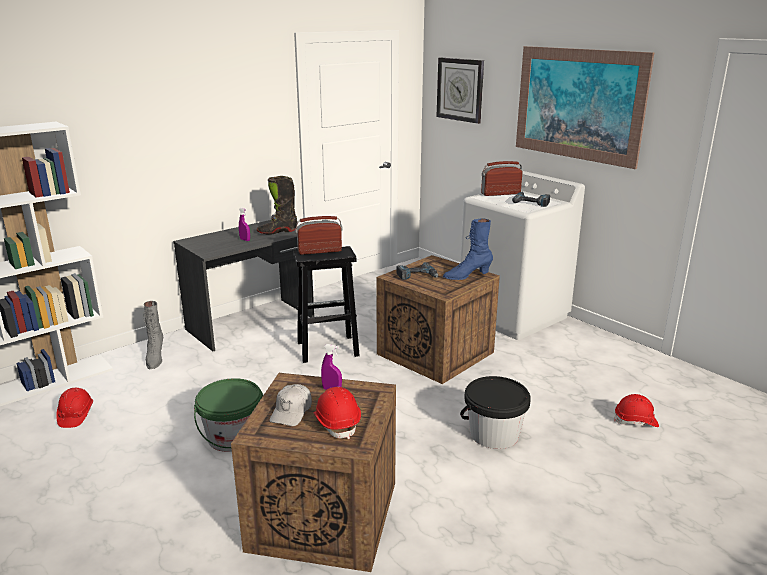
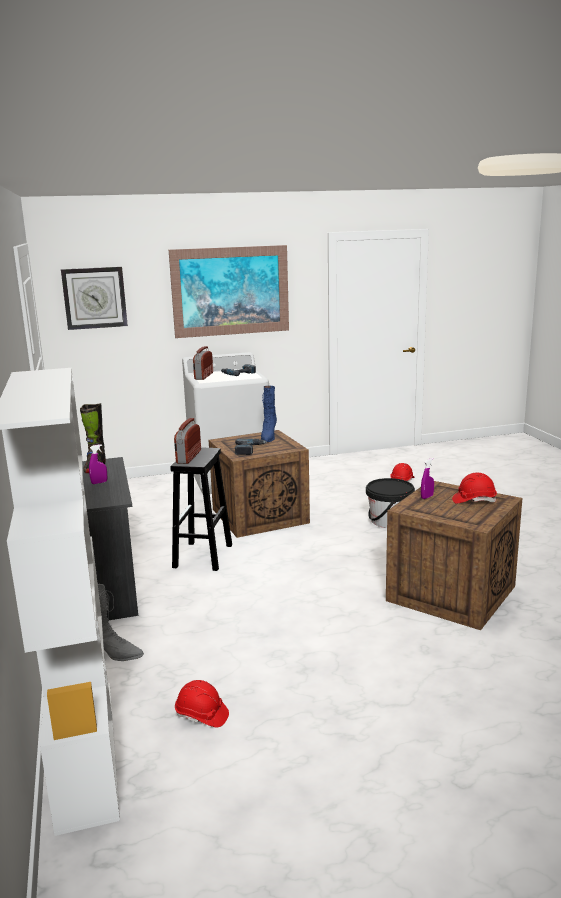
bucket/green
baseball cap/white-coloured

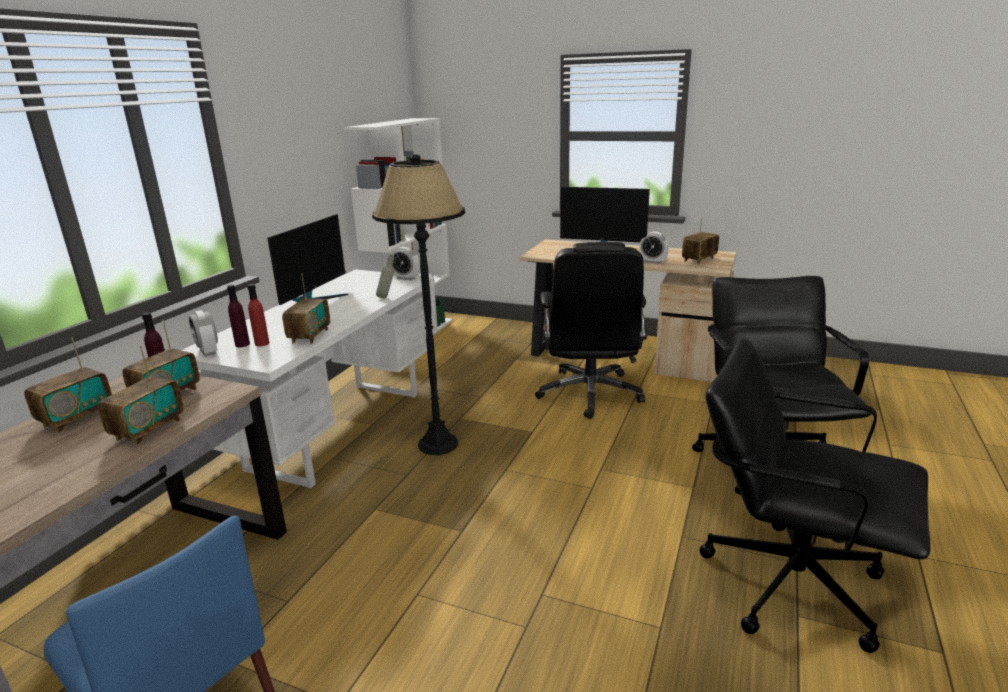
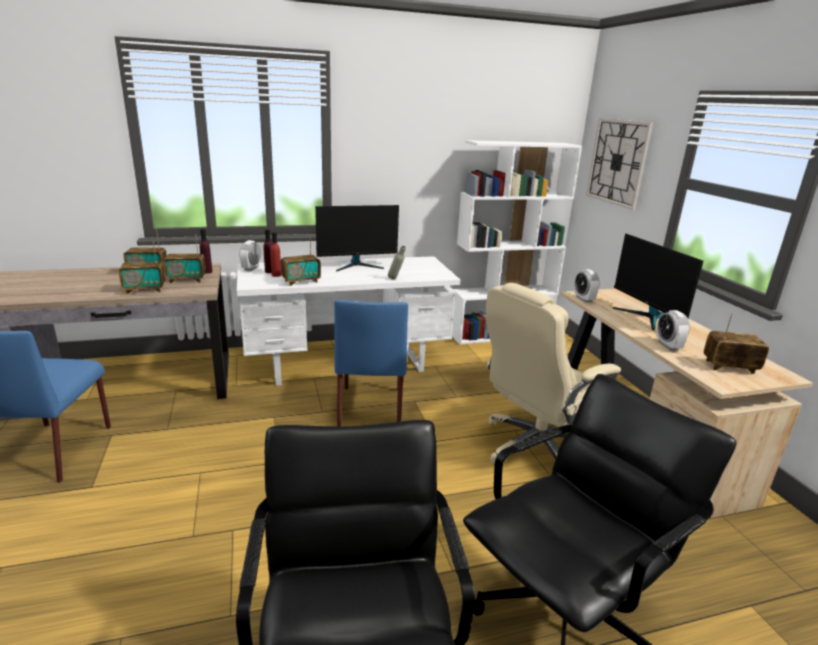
upright chair/blue-coloured (no. 2 from left)
table clock (no. 2 from left)
desk chair/beige-coloured
hanging clock

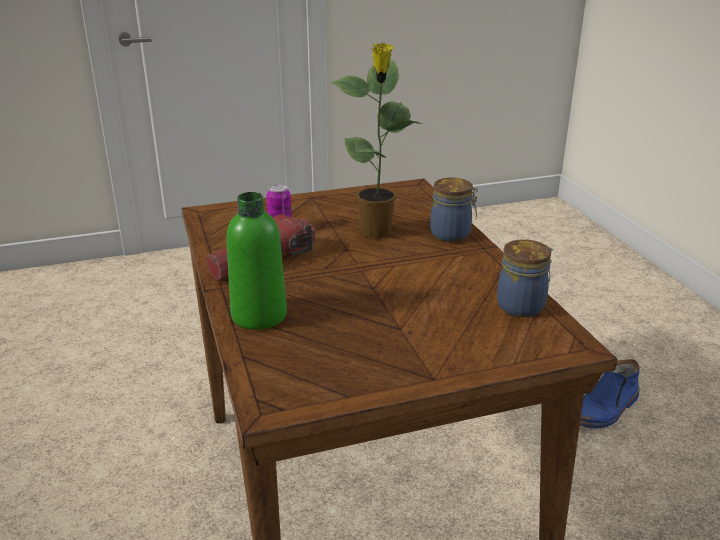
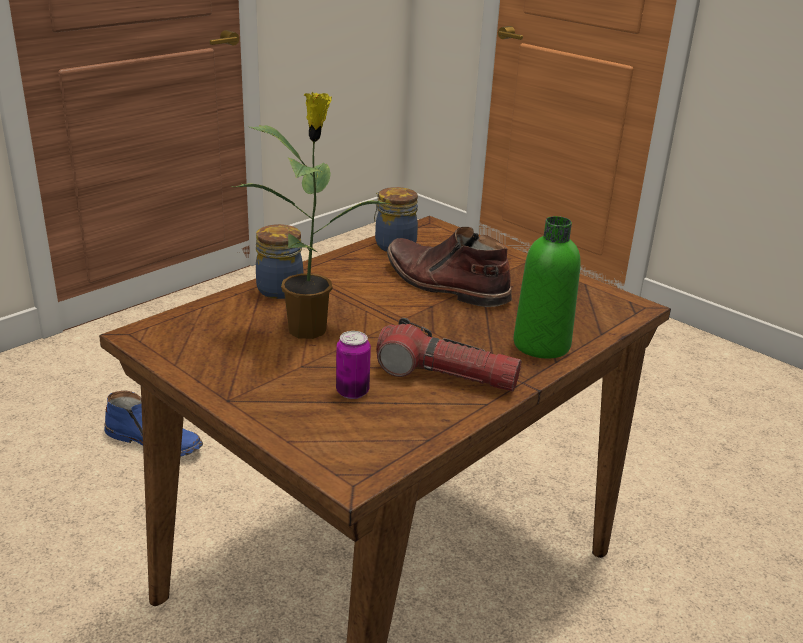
high-top boot/brown

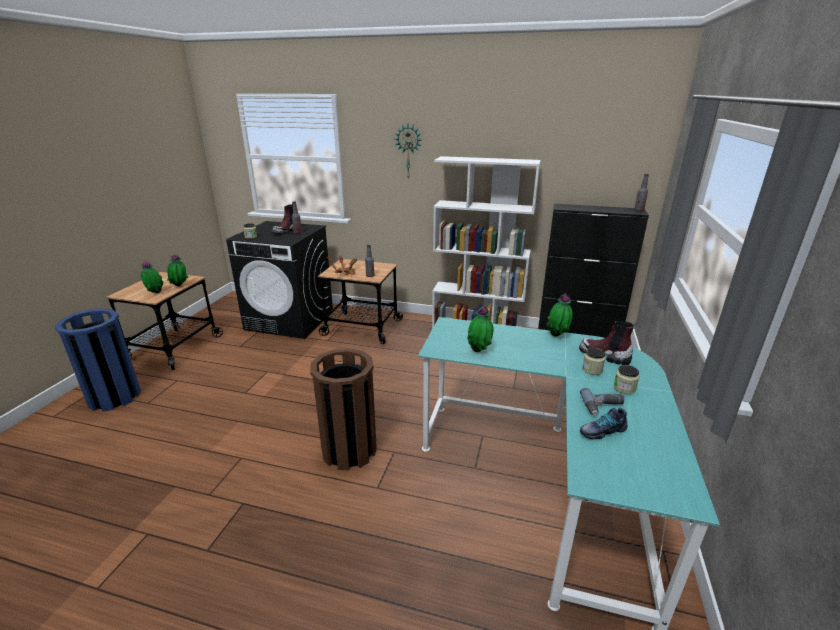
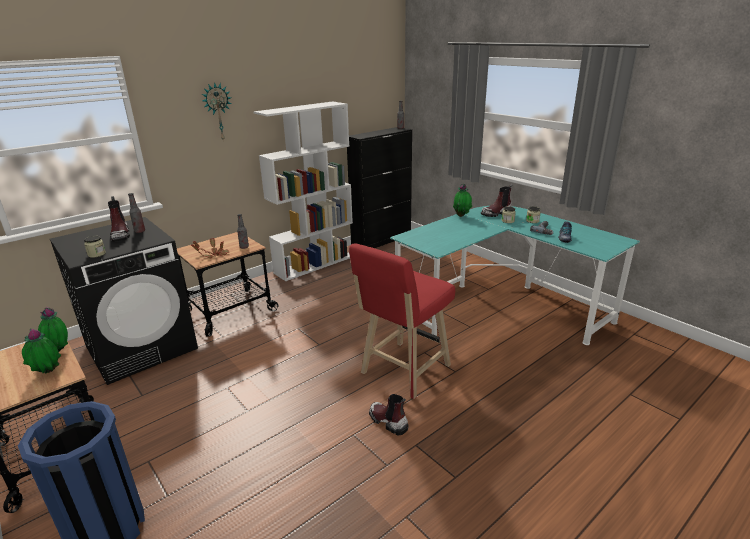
sitting stool/red-coloured
plant in a pot (no. 4 from left in the first image)
high-top boot (no. 2 from left)

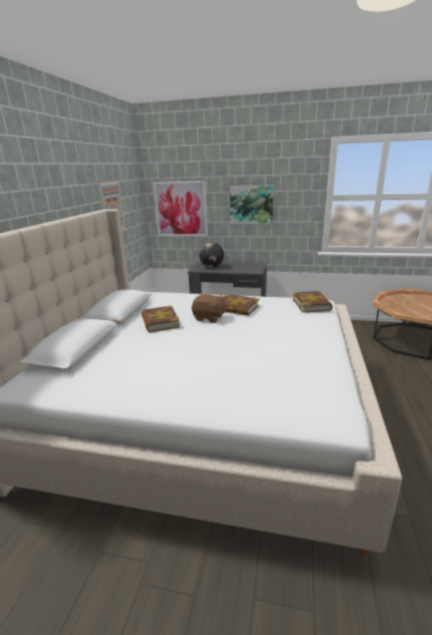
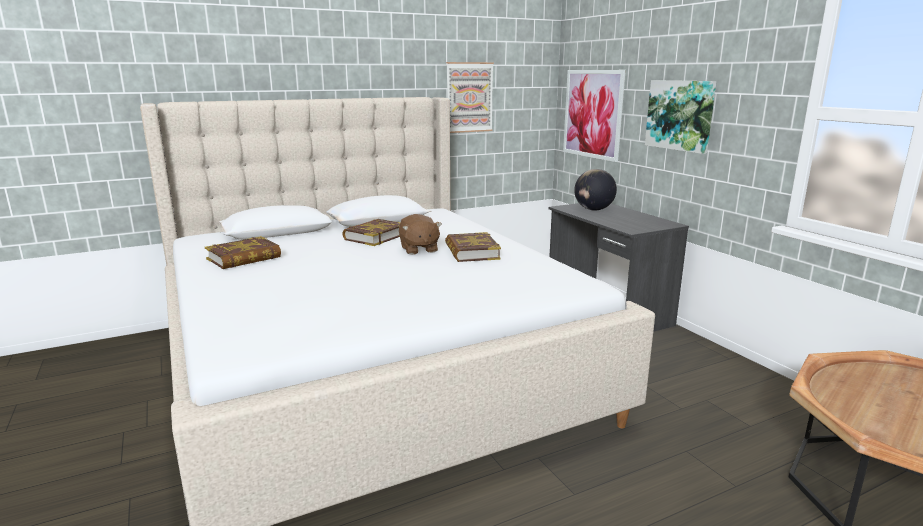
book (no. 1 from left)

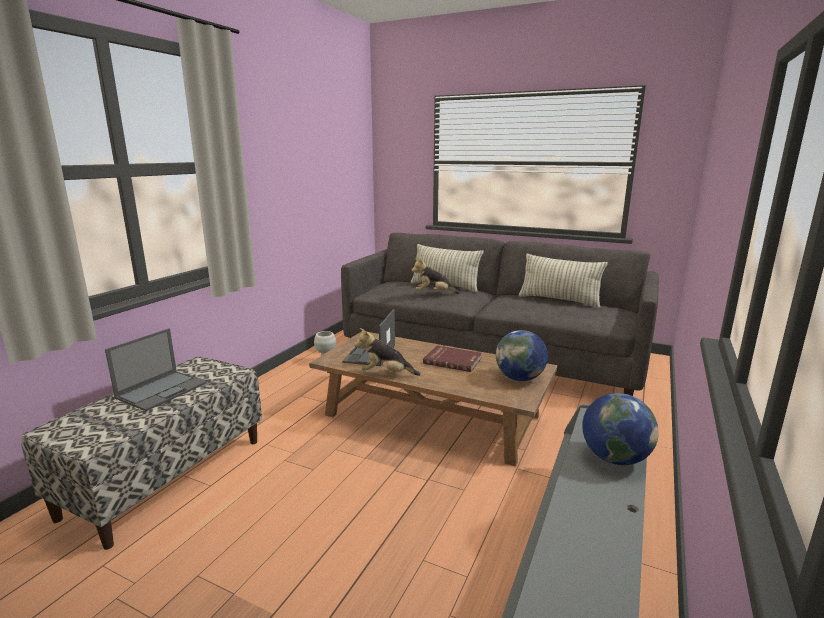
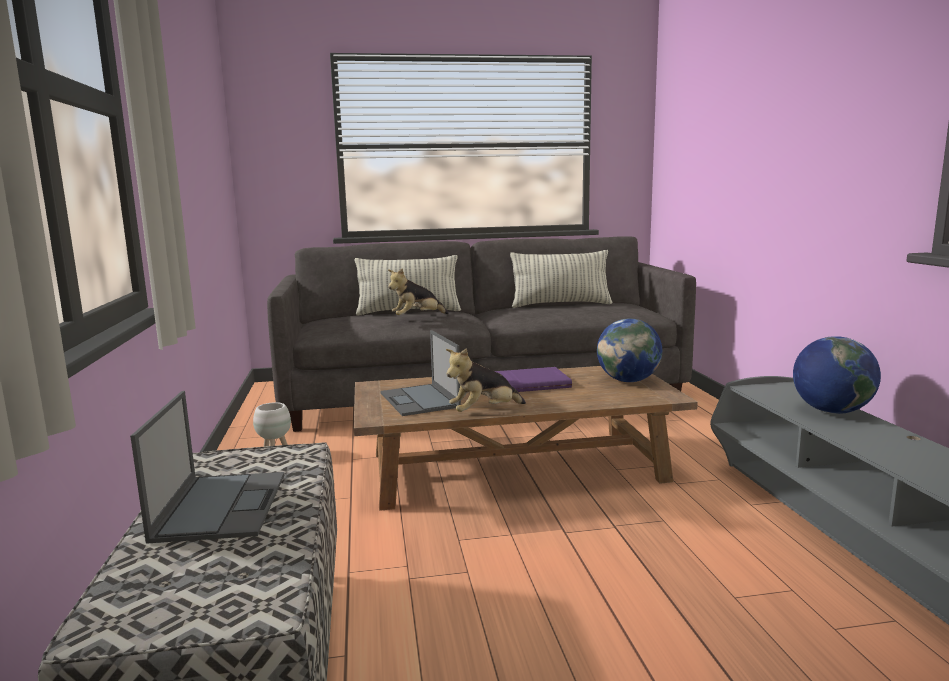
book/purple

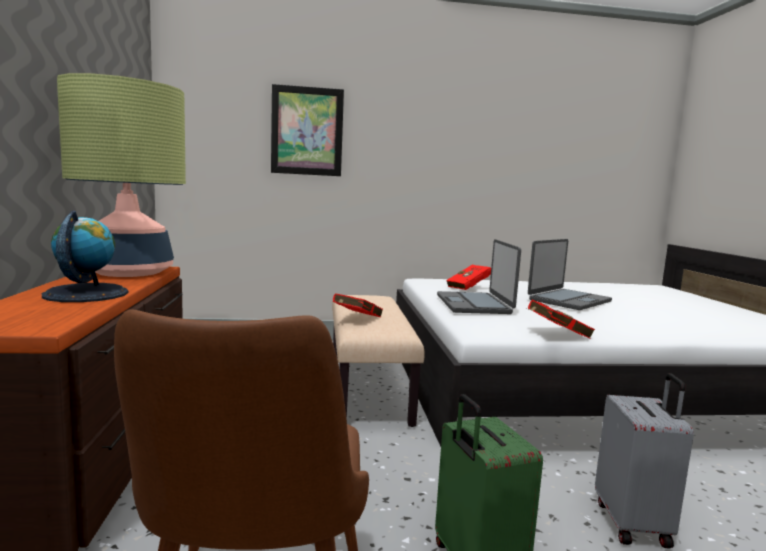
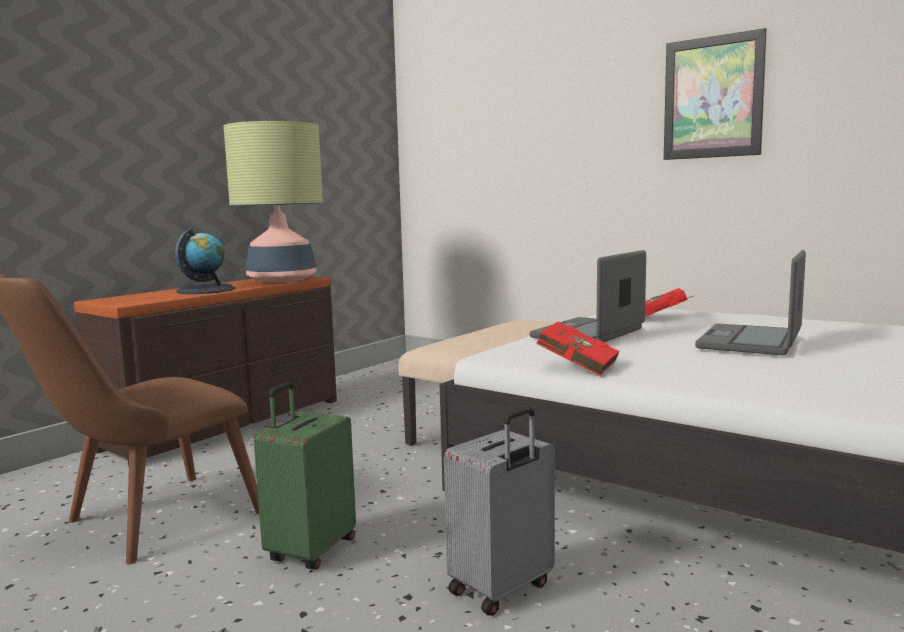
picture
book/red-coloured (no. 1 from left in the first image)
portable computer (no. 2 from left)

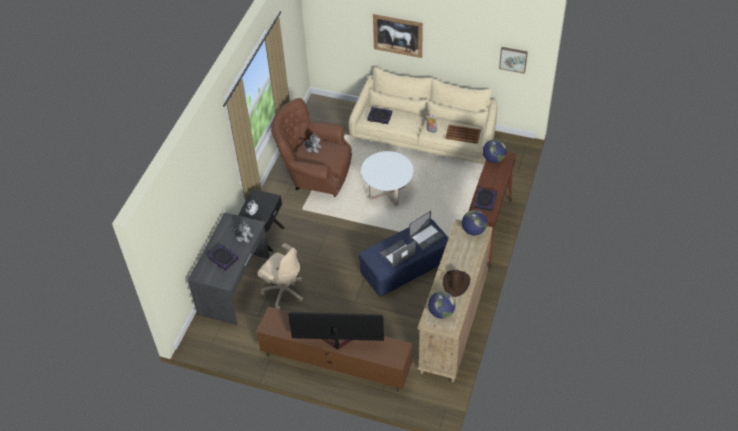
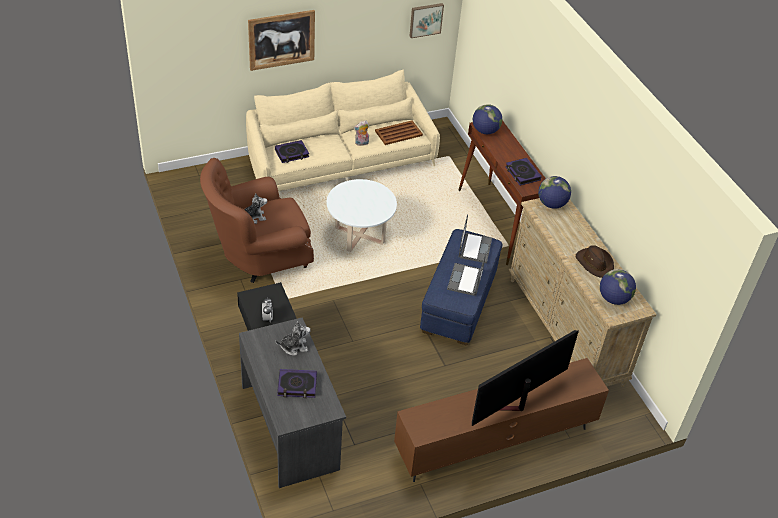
desk chair/beige-coloured

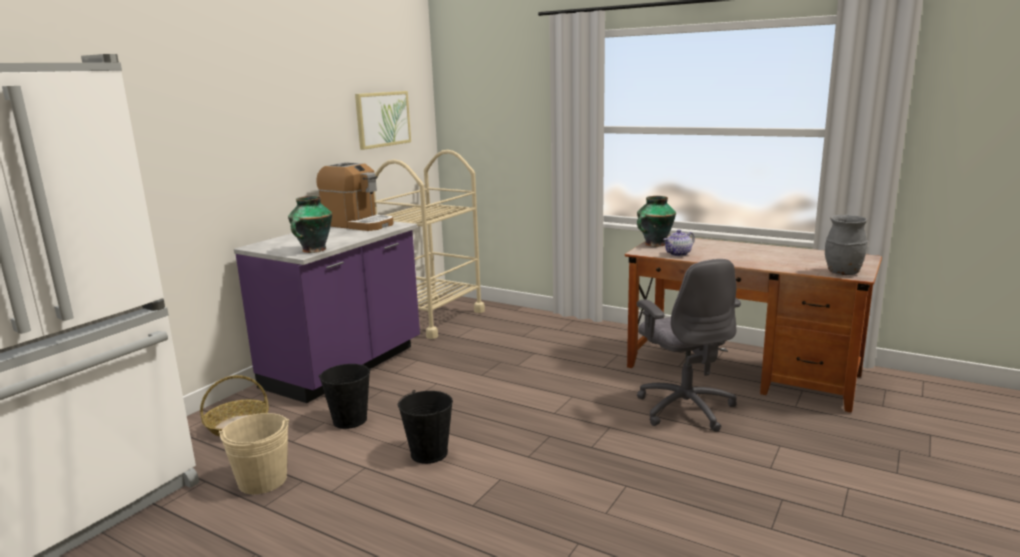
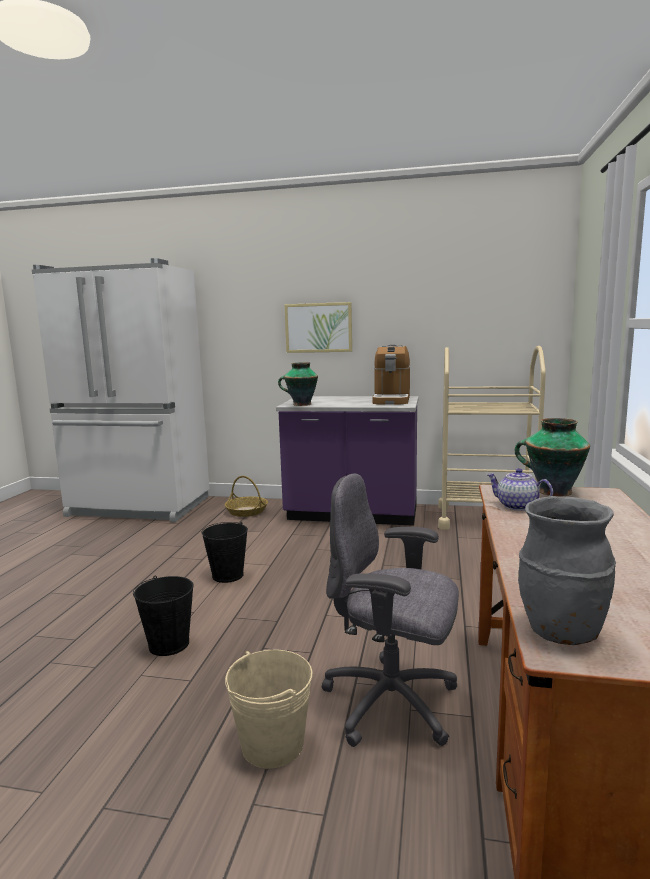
bucket/beige-coloured
bucket/blackish (no. 1 from left)
picture
desk chair/grey

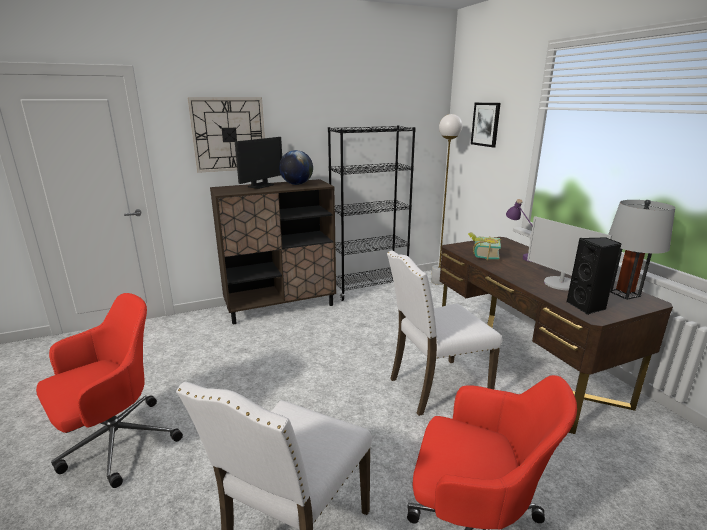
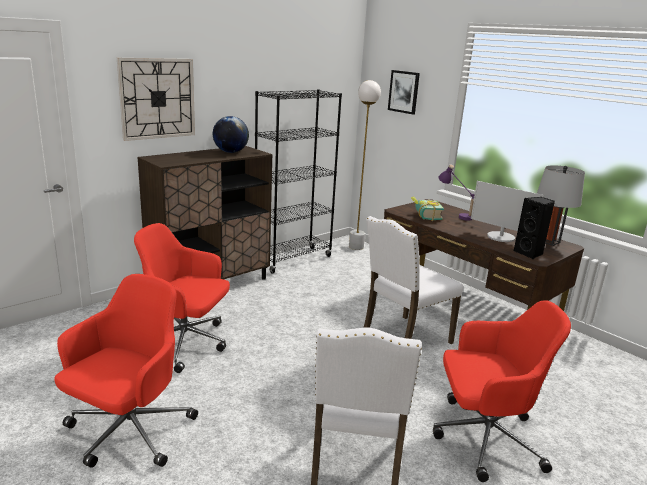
monitor (no. 1 from left in the first image)
desk chair/red-coloured (no. 2 from left)

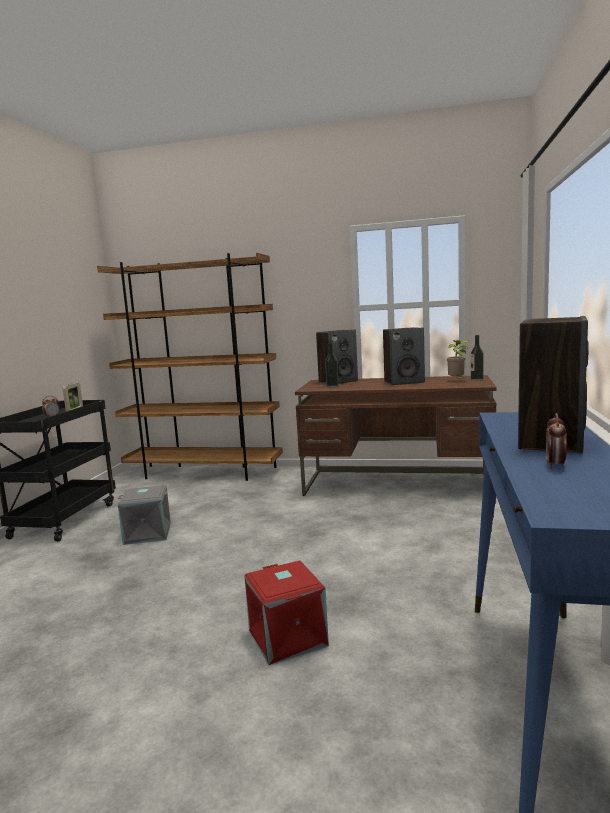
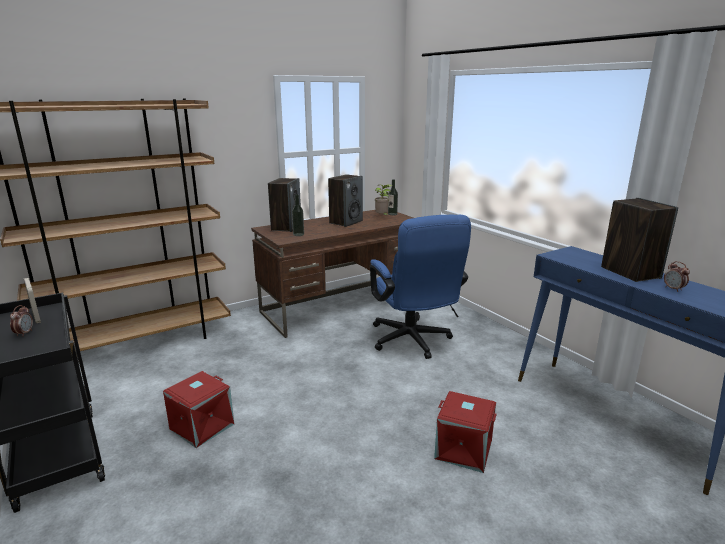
storage container/red-coloured (no. 1 from left)
desk chair/blue-coloured

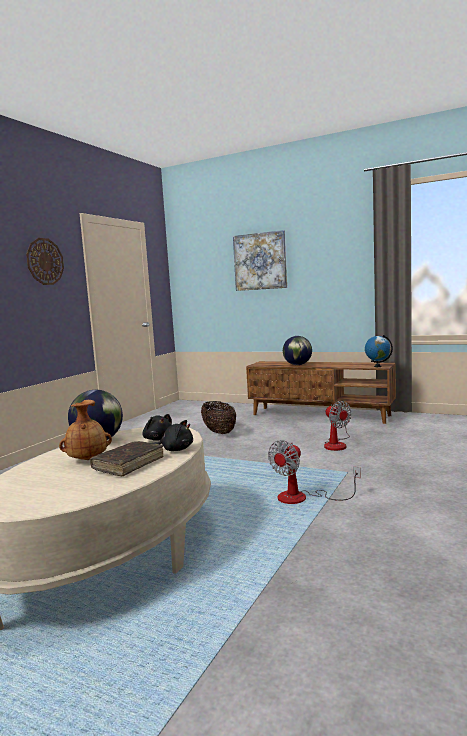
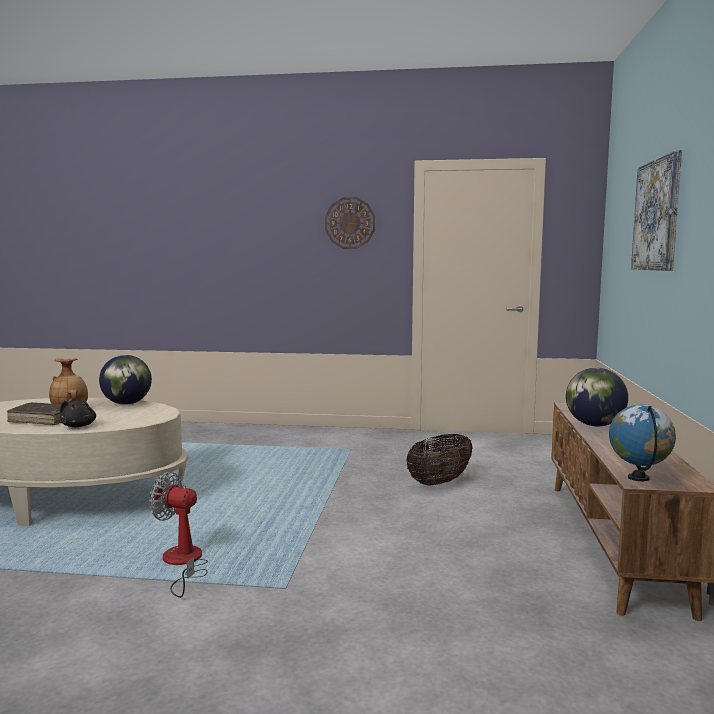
soft toy/blackish (no. 1 from left in the first image)
electric fan (no. 2 from left in the first image)

